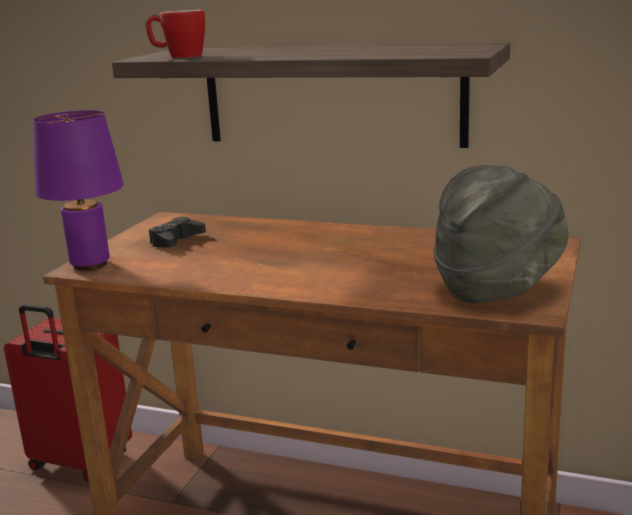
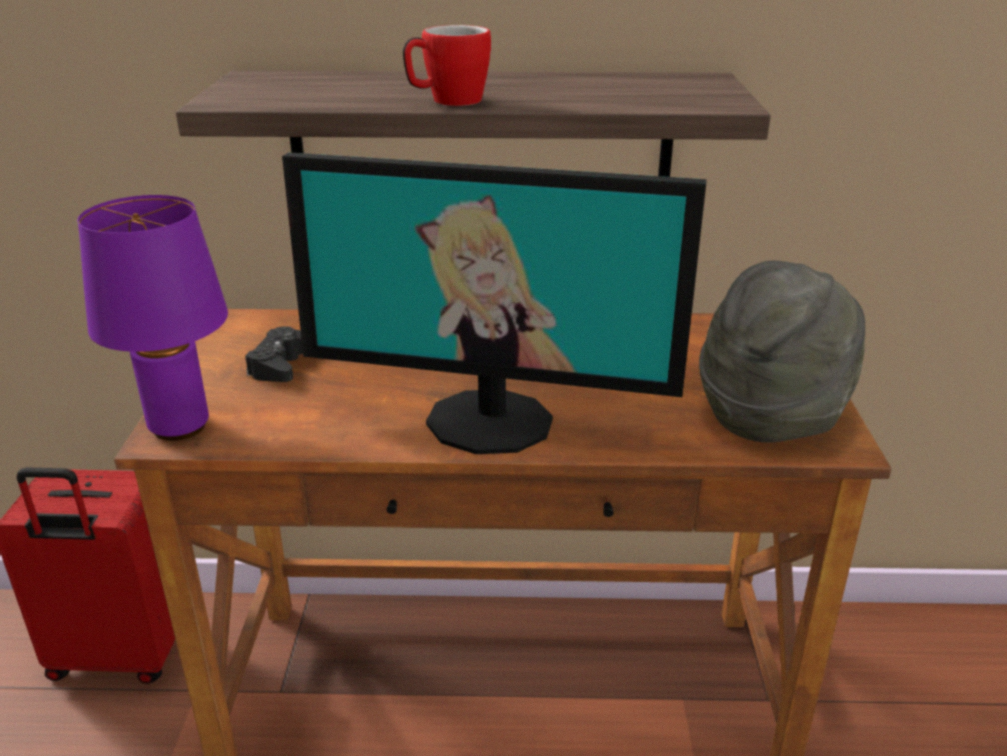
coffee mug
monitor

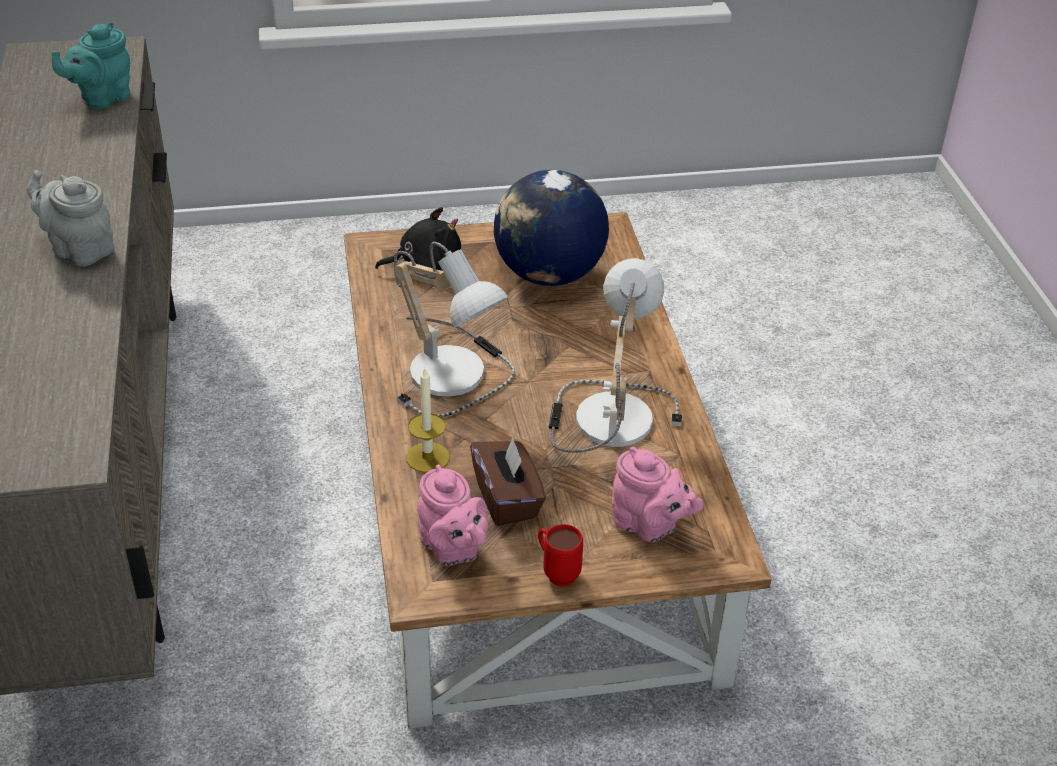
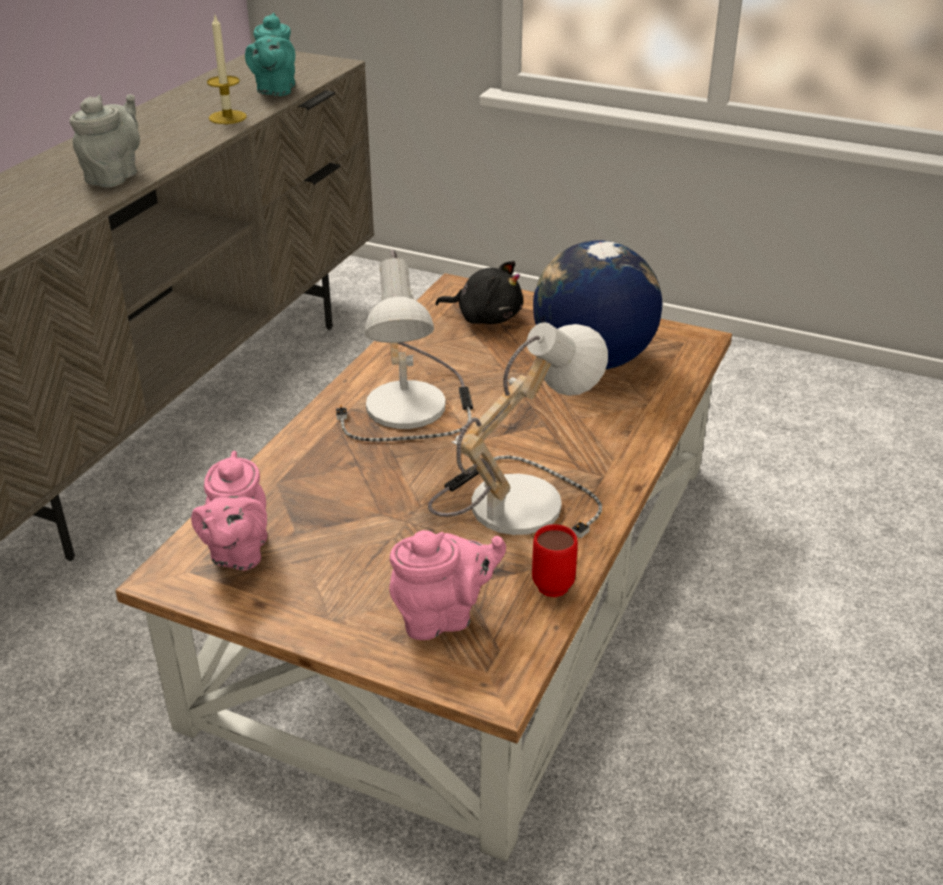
pot for tea/grey
pot for tea/turquoise
candle
tissue holder/brown
coffee mug/red-coloured
pot for tea/pink (no. 2 from left)

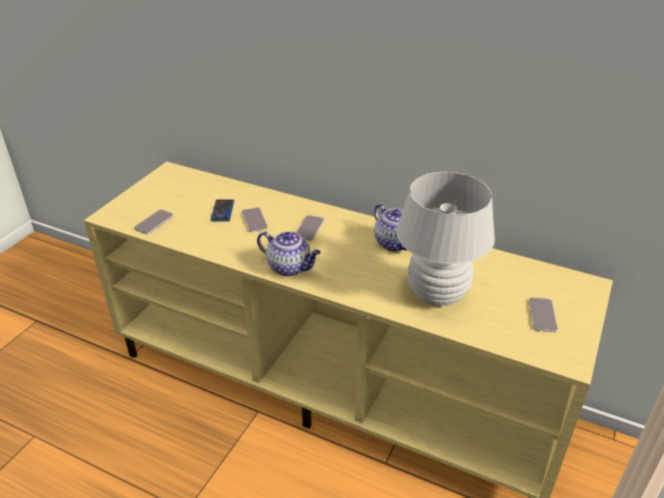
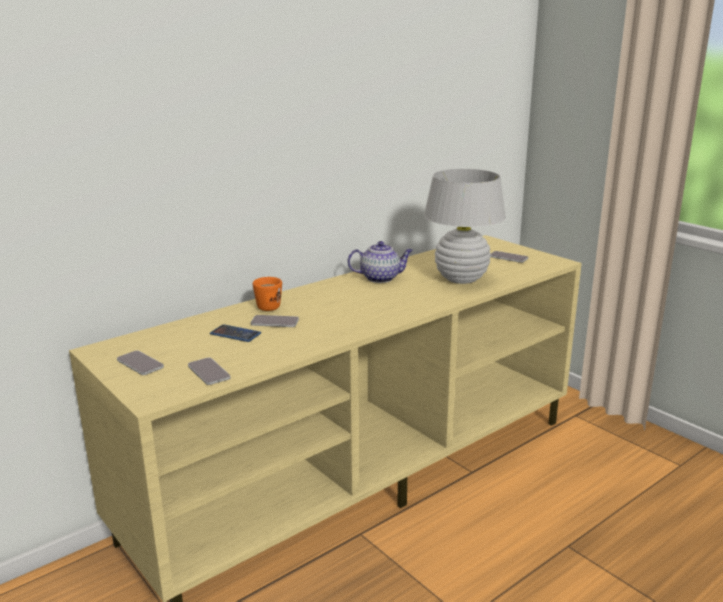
pot for tea (no. 1 from left in the first image)
telephone (no. 1 from left)
coffee mug/orange-coloured

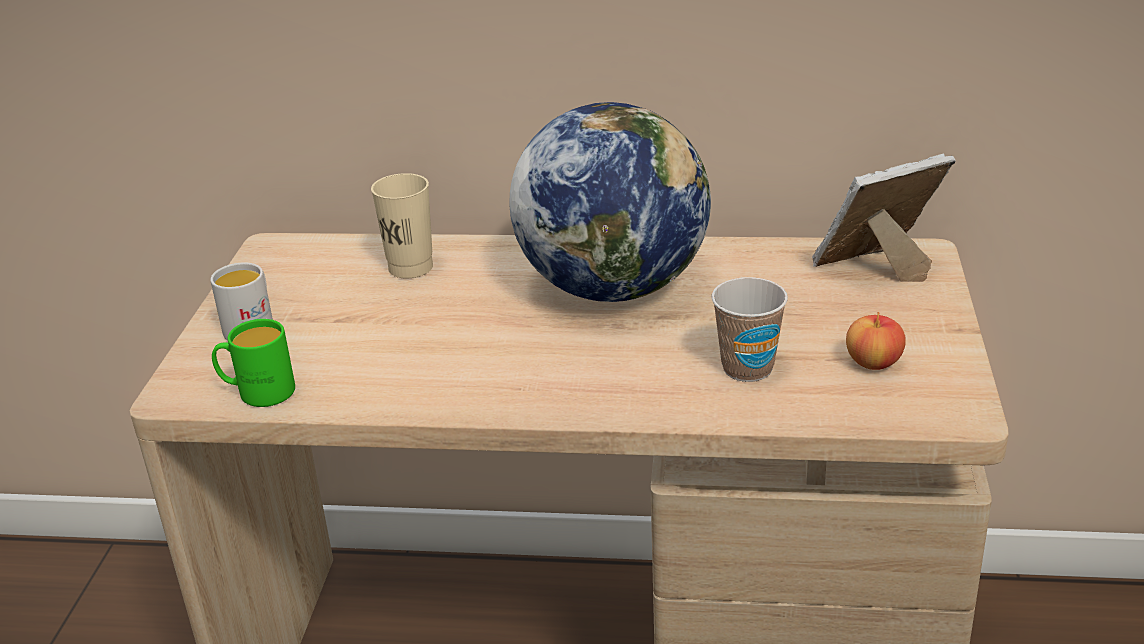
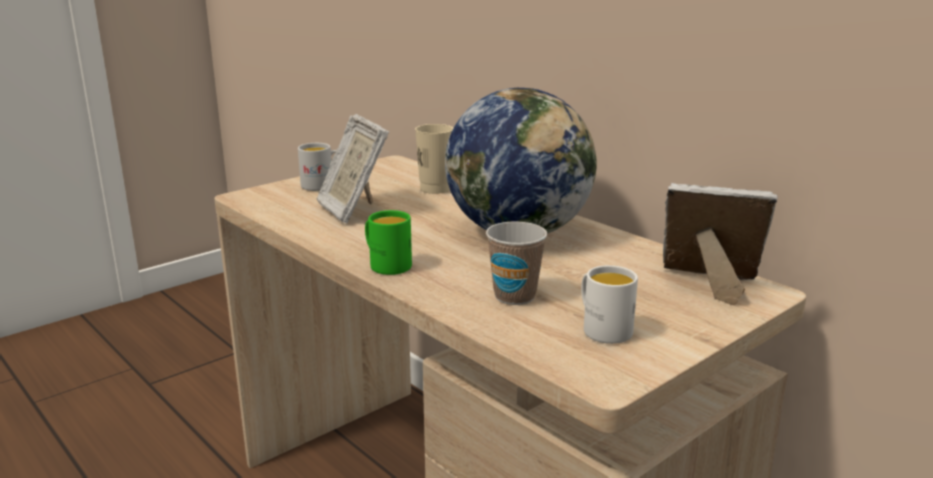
coffee mug/green
coffee mug/white-coloured (no. 2 from left)
standing frame (no. 1 from left)

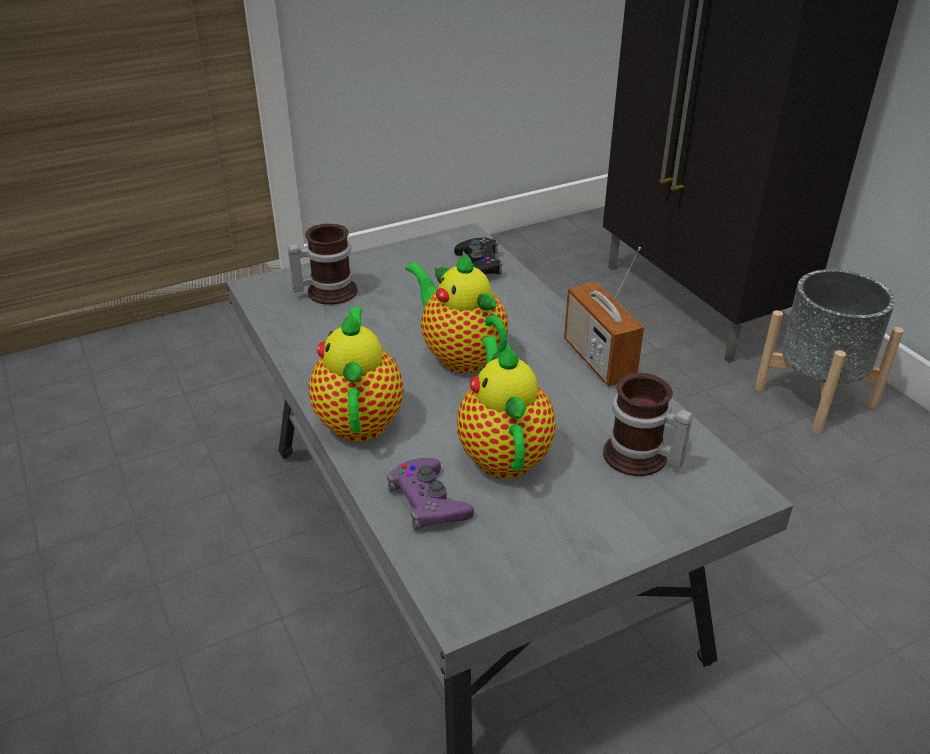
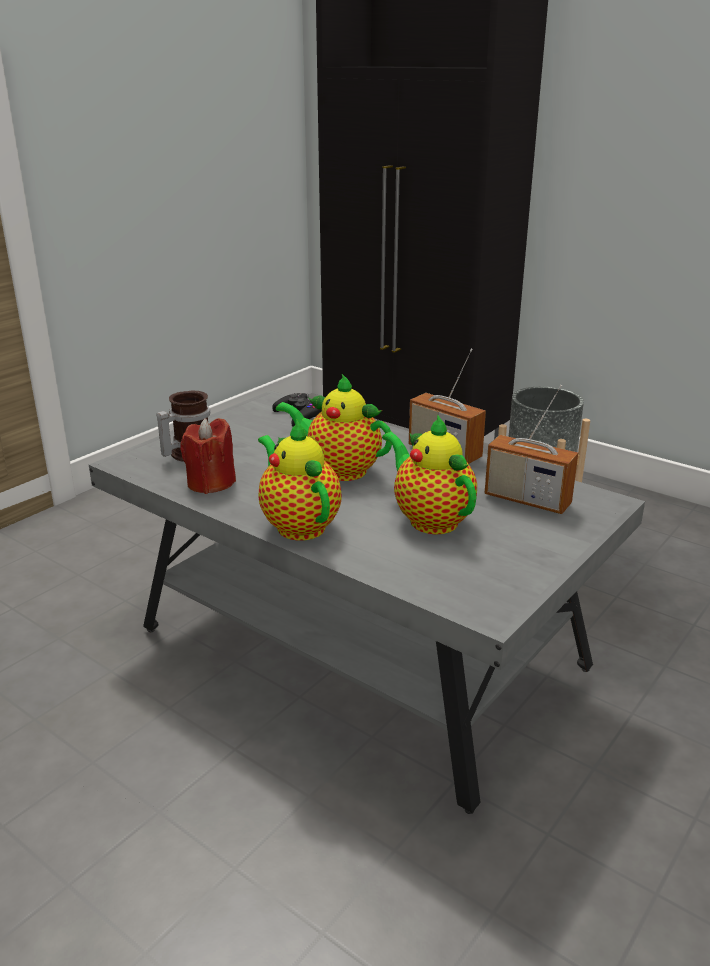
joypad/purple
radio receiver (no. 2 from left)
candle/red-coloured

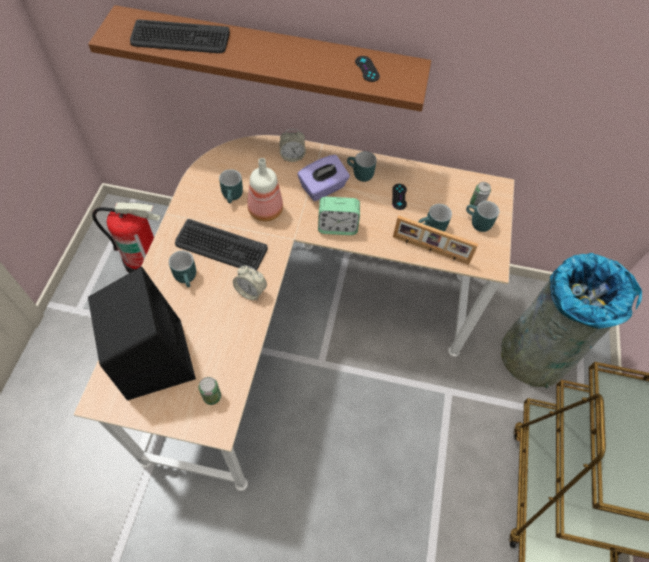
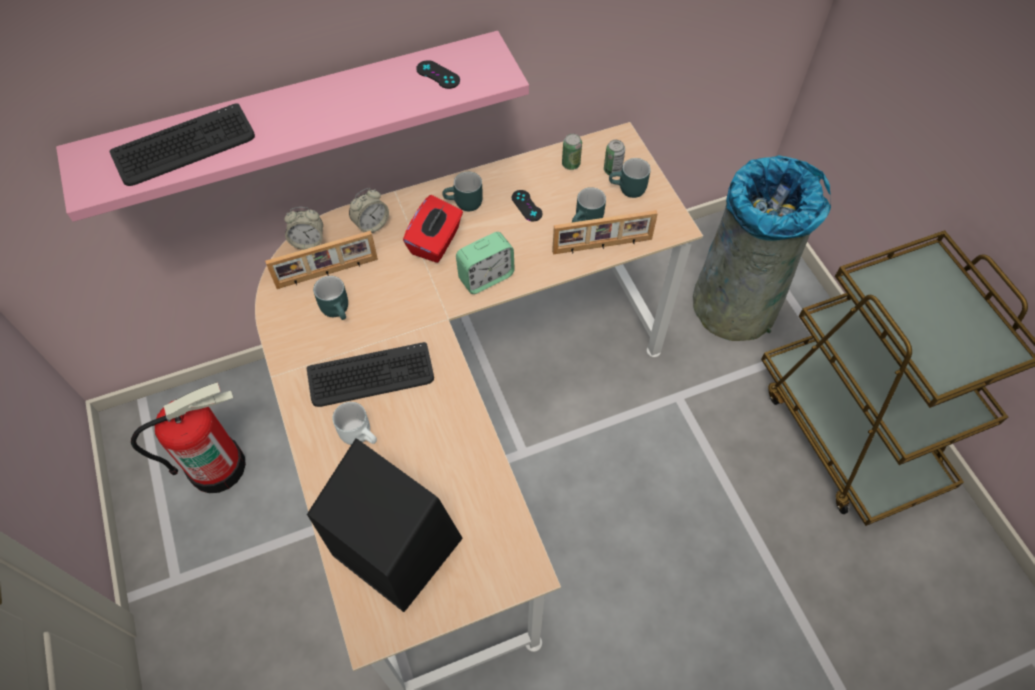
shelf/pink
coffee mug/white-coloured
can (no. 1 from left)
table clock (no. 1 from left)
beverage bottle
tissue holder/red-coloured
standing frame (no. 1 from left)

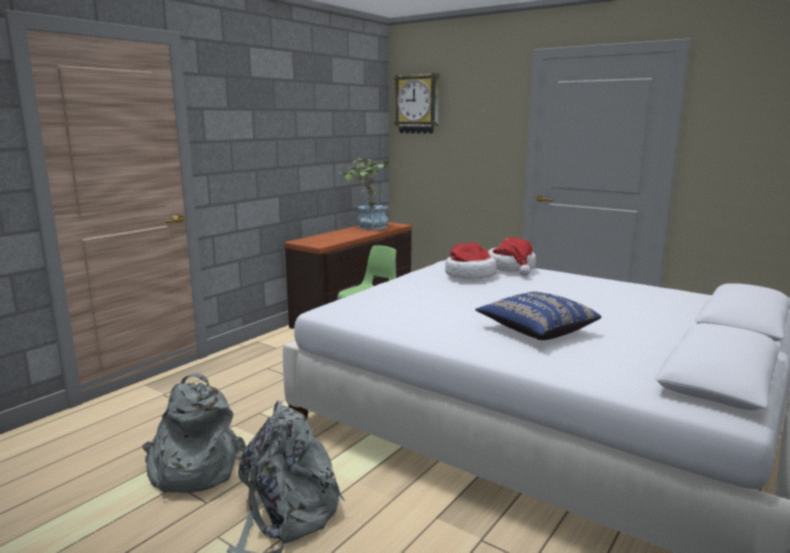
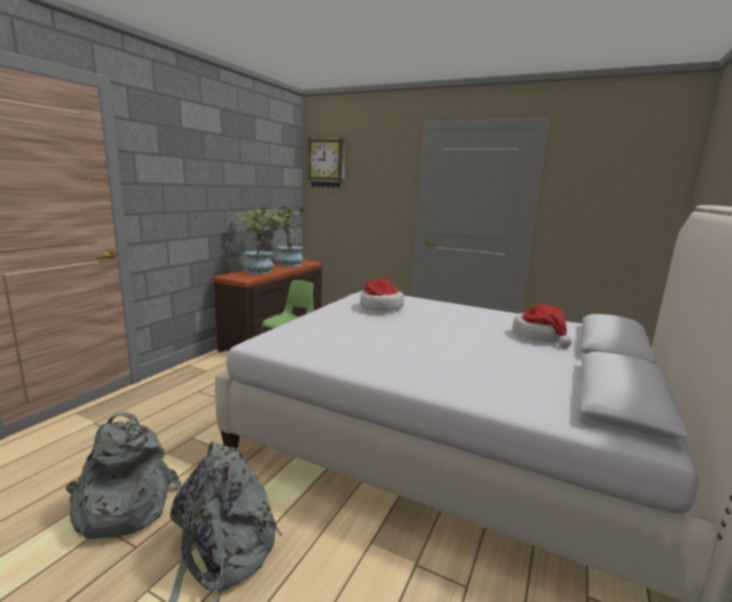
pillow/blue-coloured
clothing hat (no. 2 from left)
plant in a pot (no. 1 from left)

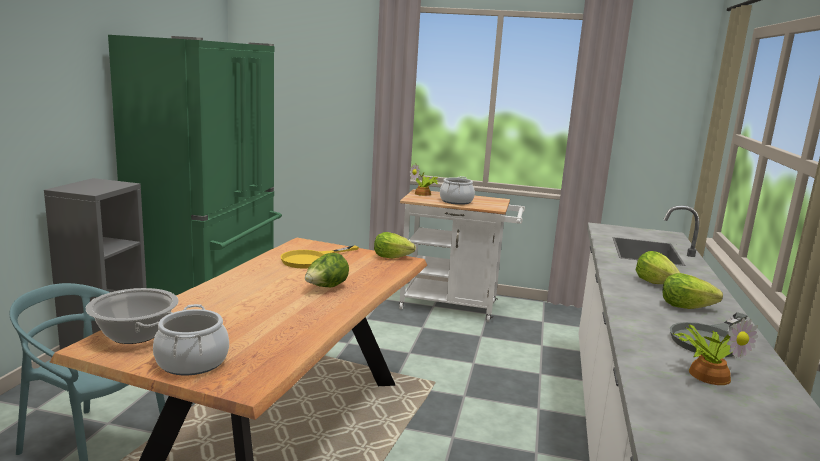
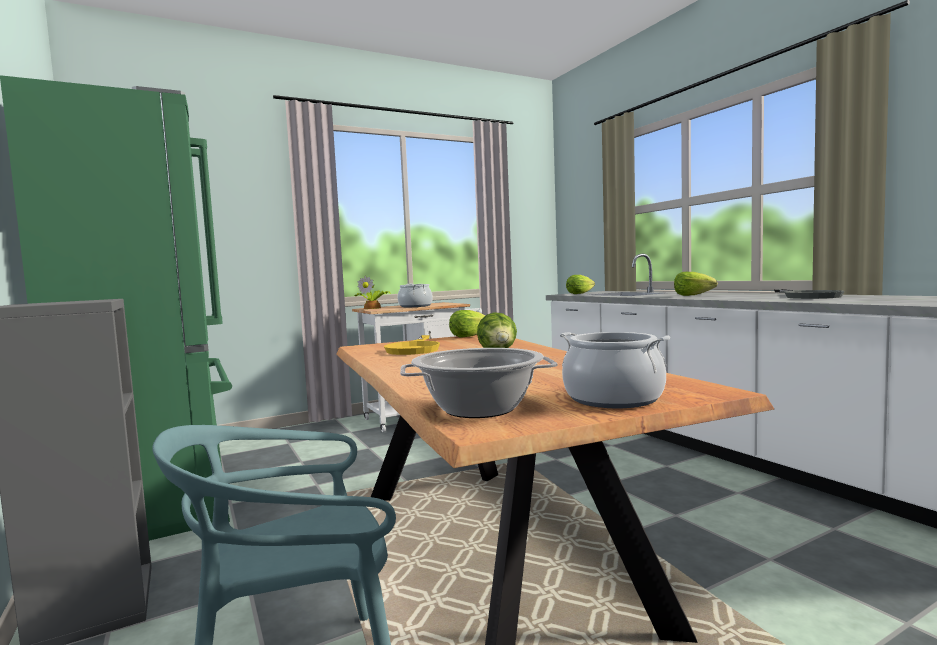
lettuce head (no. 3 from left)
plant in a pot (no. 2 from left in the first image)

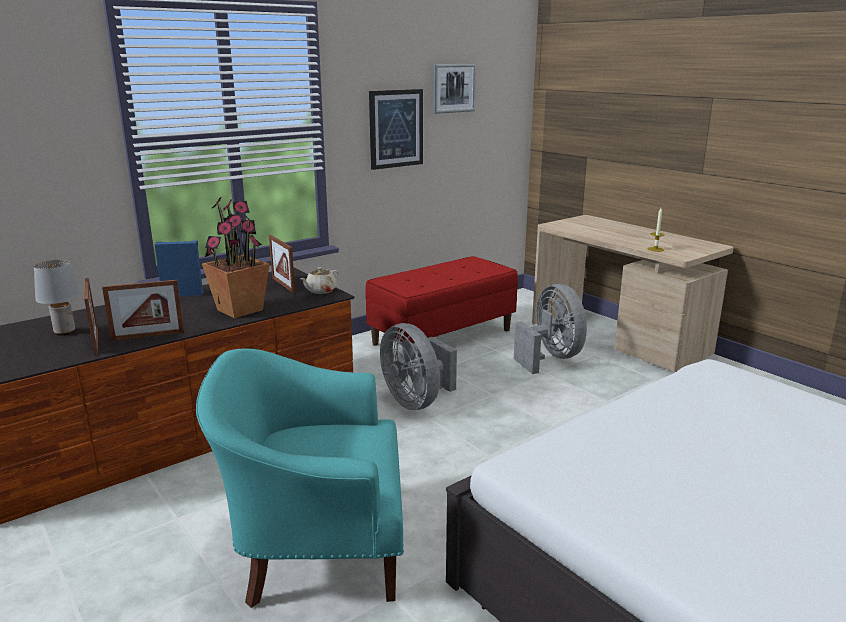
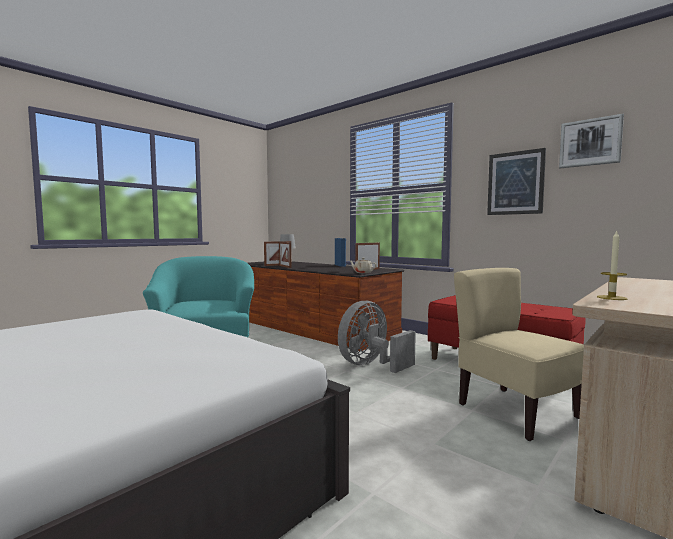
plant in a pot
upright chair/beige-coloured

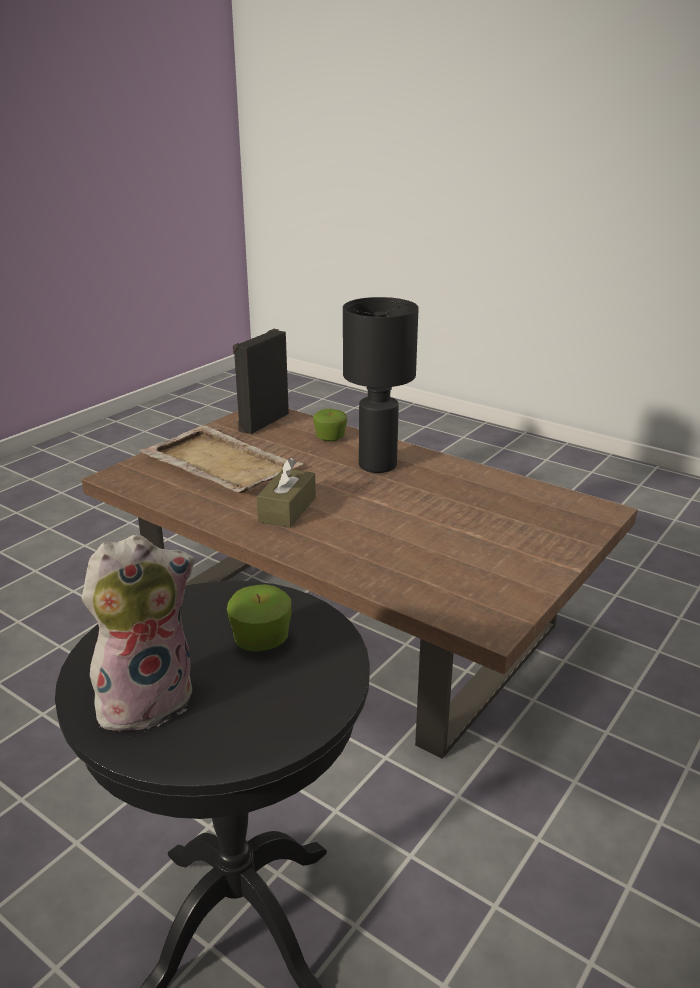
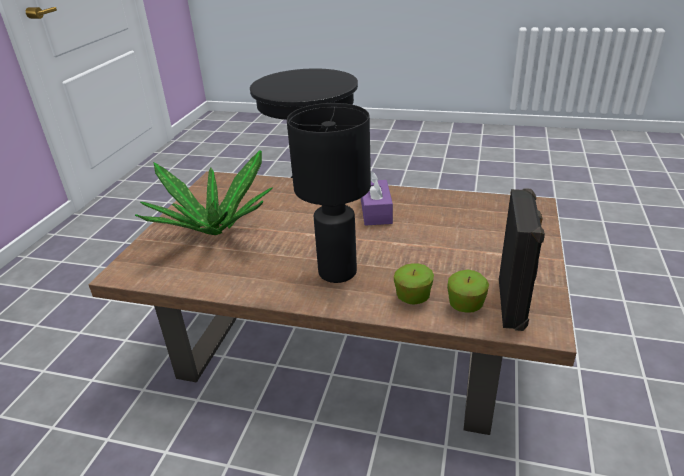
soft toy
serving tray/beige-coloured
apple fruit (no. 2 from left)
tissue holder/purple
plant in a pot

